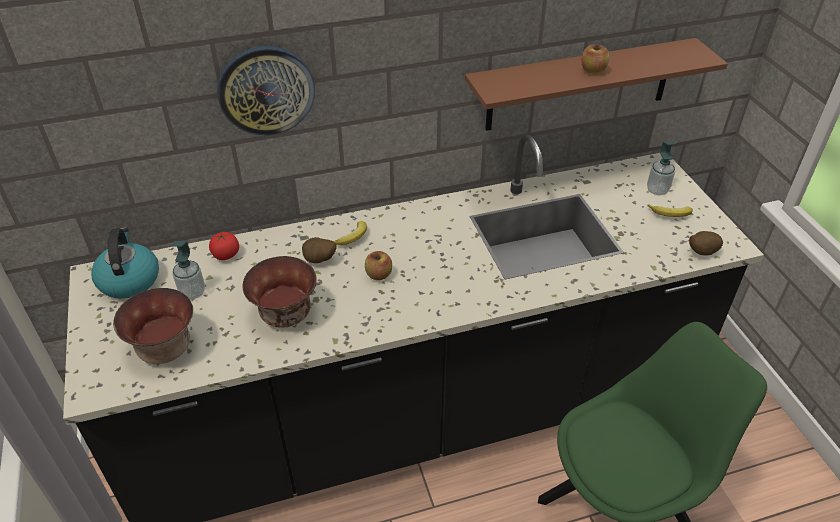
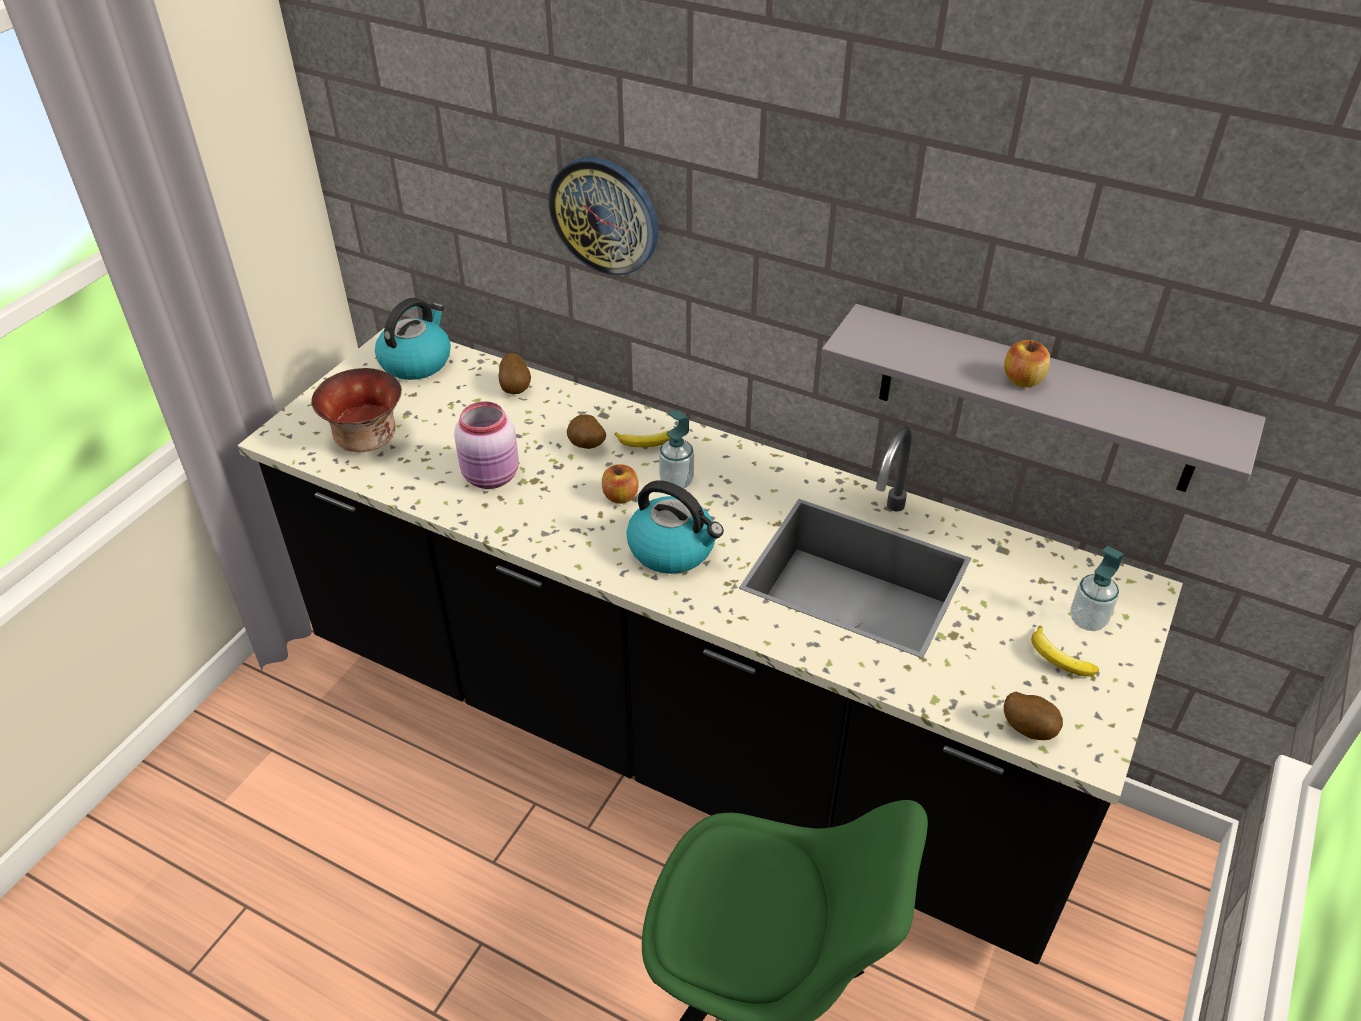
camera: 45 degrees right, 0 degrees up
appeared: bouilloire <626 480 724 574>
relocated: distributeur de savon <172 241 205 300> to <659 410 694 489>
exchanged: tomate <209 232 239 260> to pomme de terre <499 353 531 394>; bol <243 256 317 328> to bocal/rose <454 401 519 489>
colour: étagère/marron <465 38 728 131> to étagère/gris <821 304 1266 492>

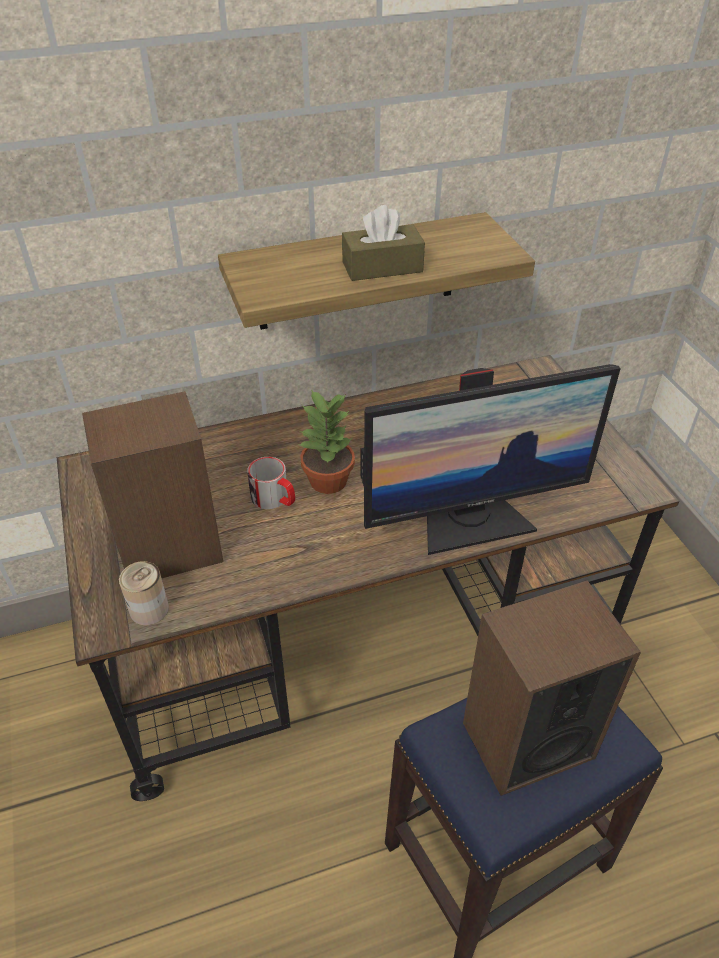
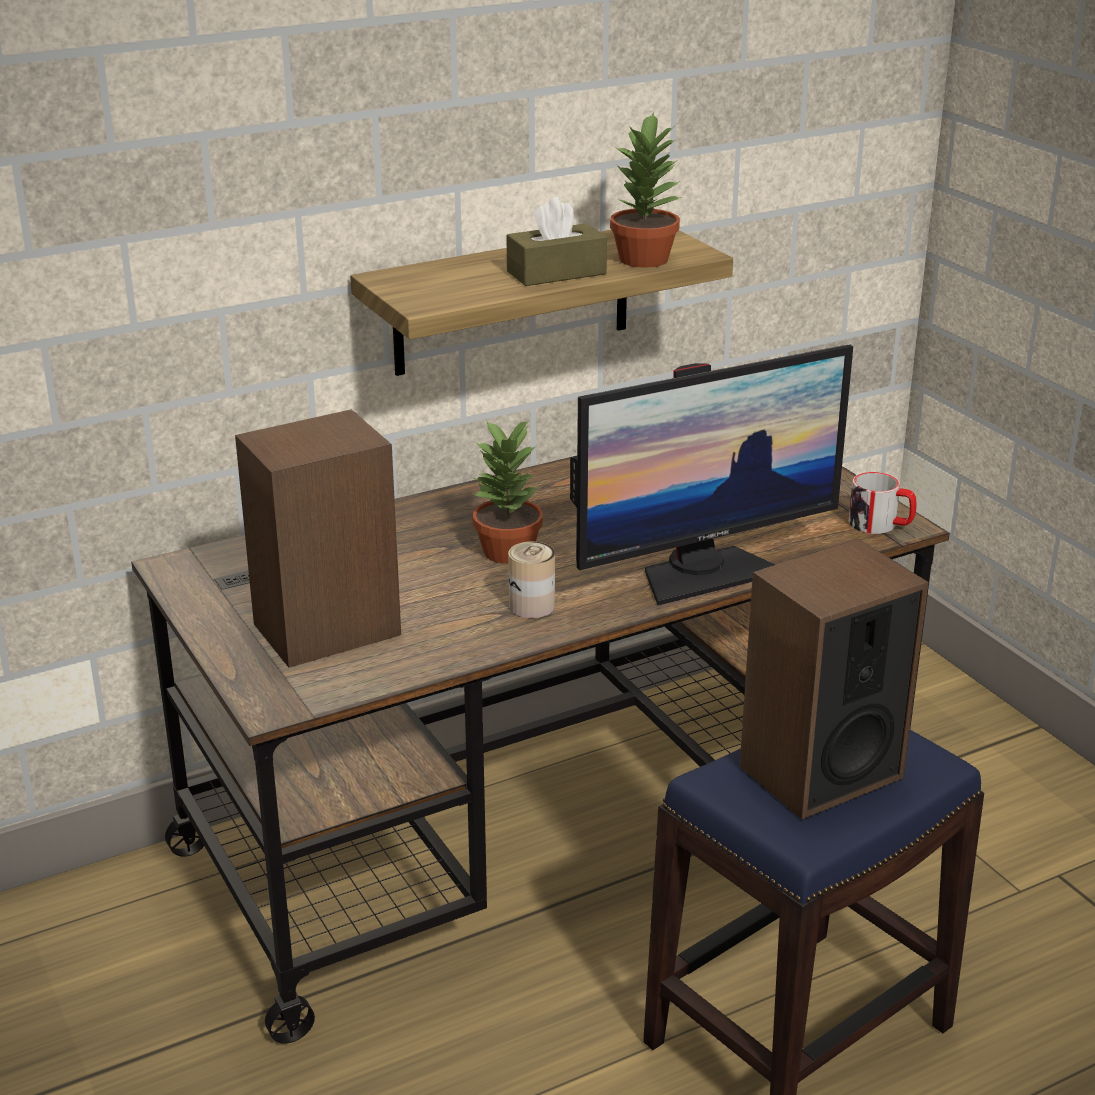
camera: 10 degrees left, 15 degrees down
appeared: plante en pot <610 111 682 268>
relocated: mug <247 457 295 509> to <849 472 916 534>; boîte métallique <119 561 169 625> to <508 542 555 618>

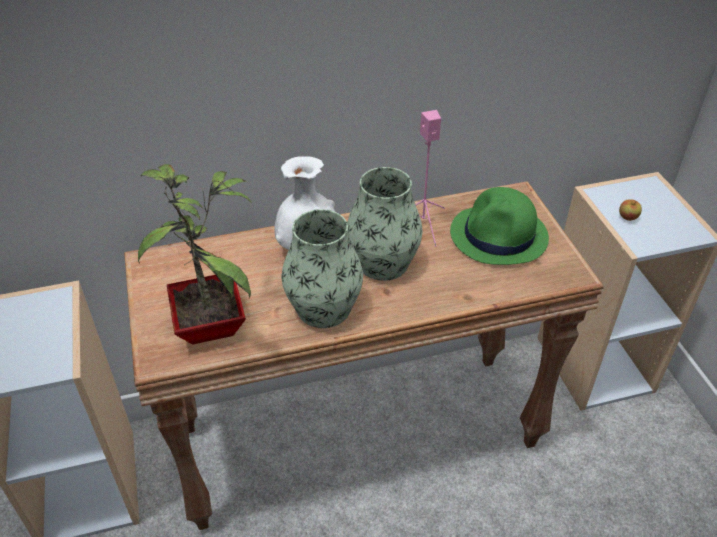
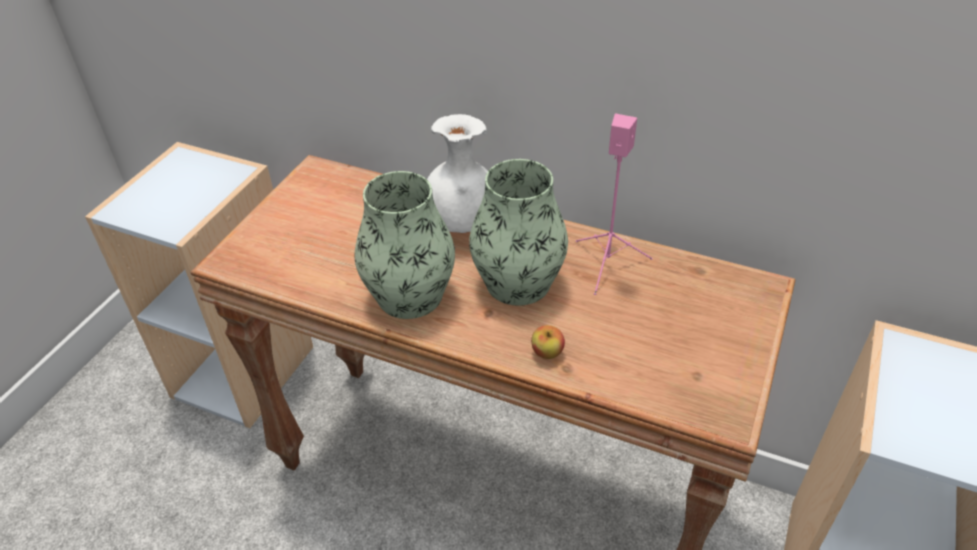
camera: 40 degrees right, 0 degrees up
missing: plante en pot <138 164 252 345>; chapeau/vert <450 187 549 265>
relocated: pomme <619 199 642 221> to <531 325 565 359>

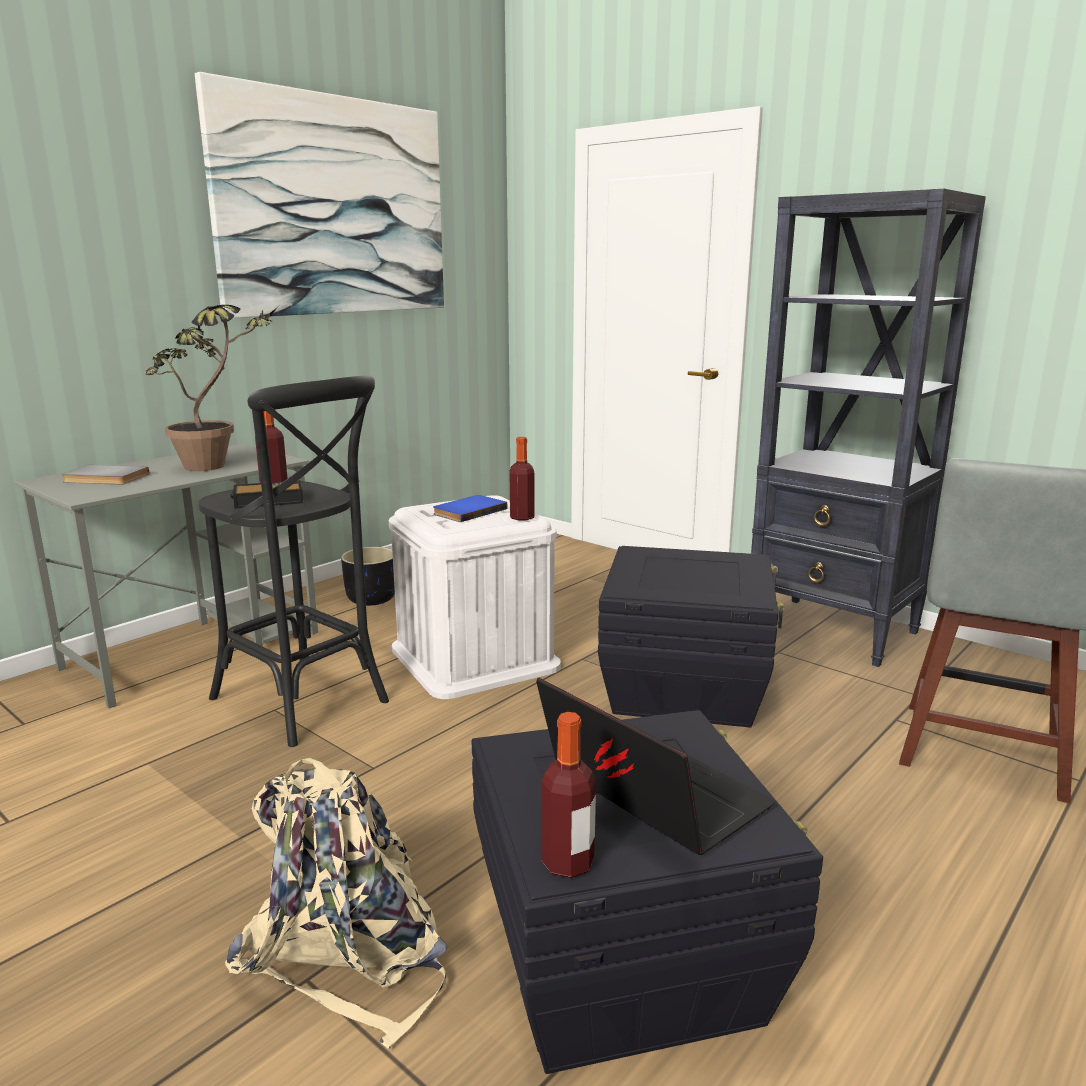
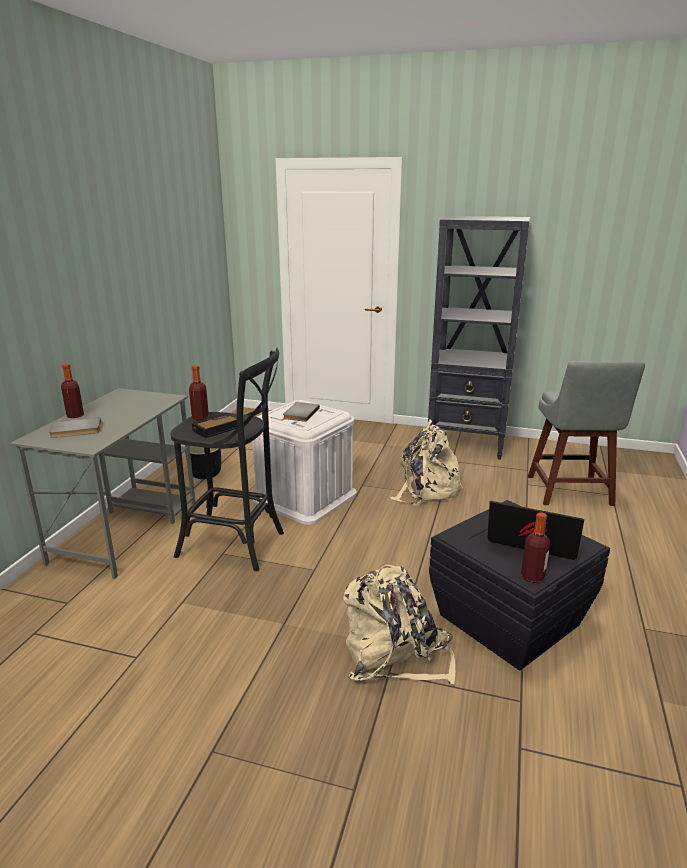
camera: 25 degrees left, 5 degrees up
missing: tableau <195 72 444 318>; plante en pot <146 305 279 471>
relocated: bouteille <509 437 535 521> to <61 364 84 418>
exchanged: boîte de rangement/noir <598 546 785 728> to sac à dos/beige <390 420 463 506>
colour: livre/bleu <433 495 508 522> to livre/gris <283 402 320 422>

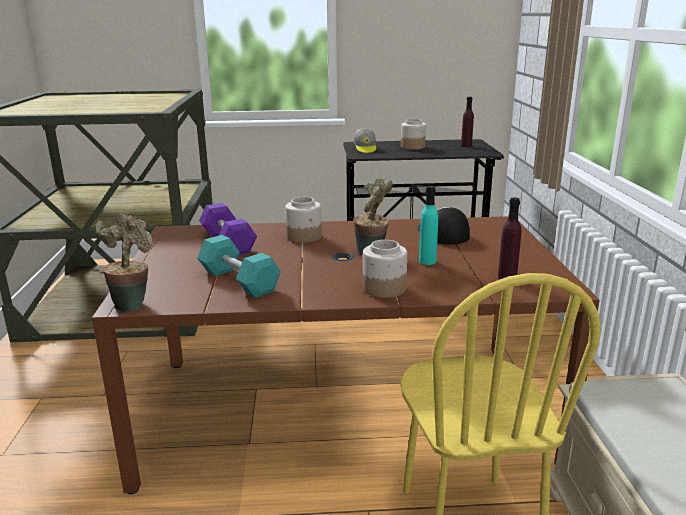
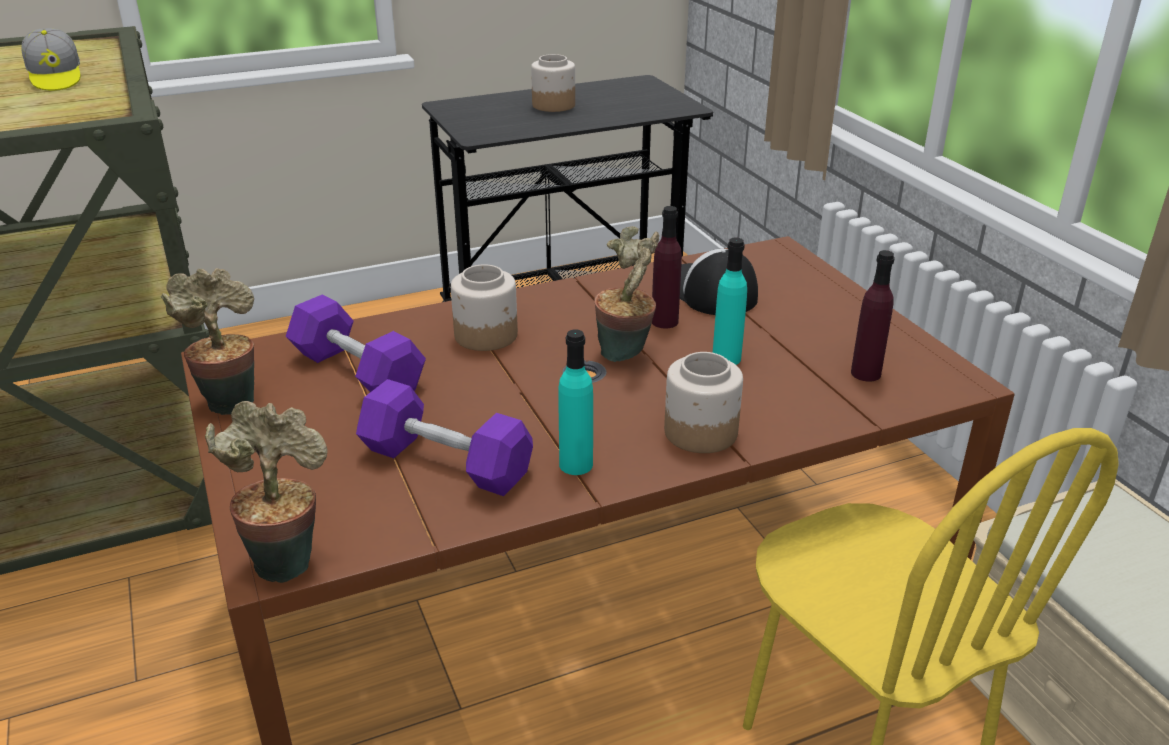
camera: 20 degrees left, 10 degrees up
appeared: plante en pot <161 268 254 415>; bouteille/turquoise <558 329 593 475>
relocated: bouteille/violet <461 97 474 147> to <652 206 682 329>; casquette <354 128 376 153> to <21 28 81 91>
colour: haltère/turquoise <197 235 281 298> to haltère/violet <356 379 533 496>

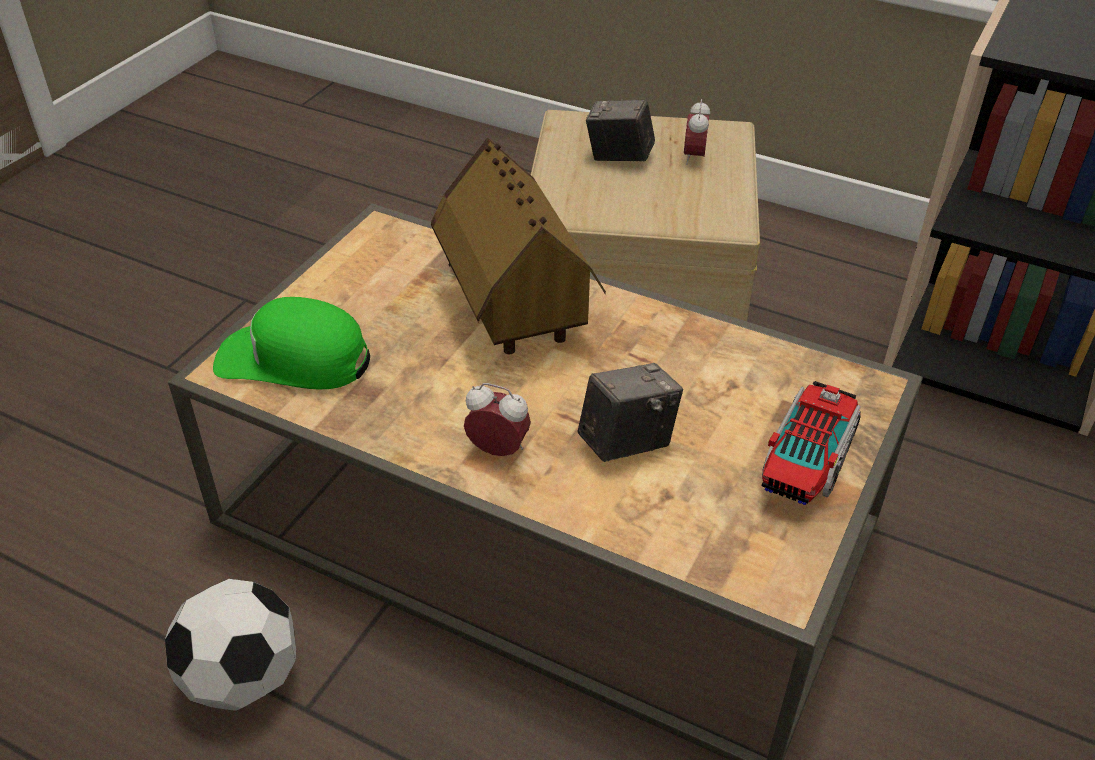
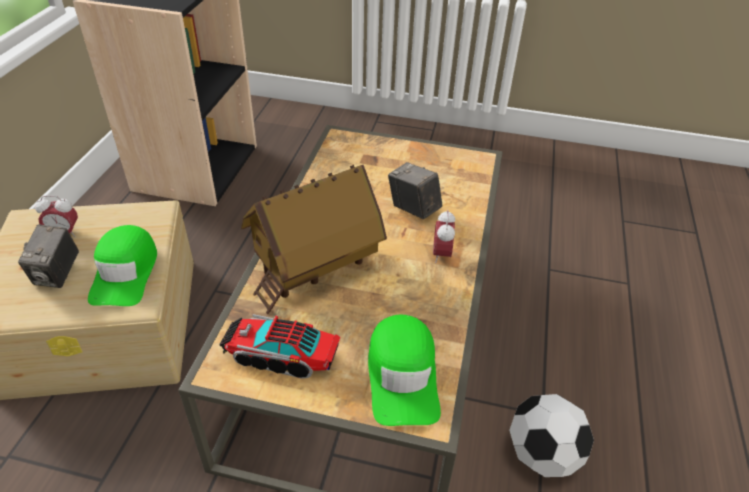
camera: 105 degrees left, 0 degrees up
appeared: casquette/vert <88 225 157 306>
relocated: camion jouet <762 381 861 505> to <219 314 340 378>

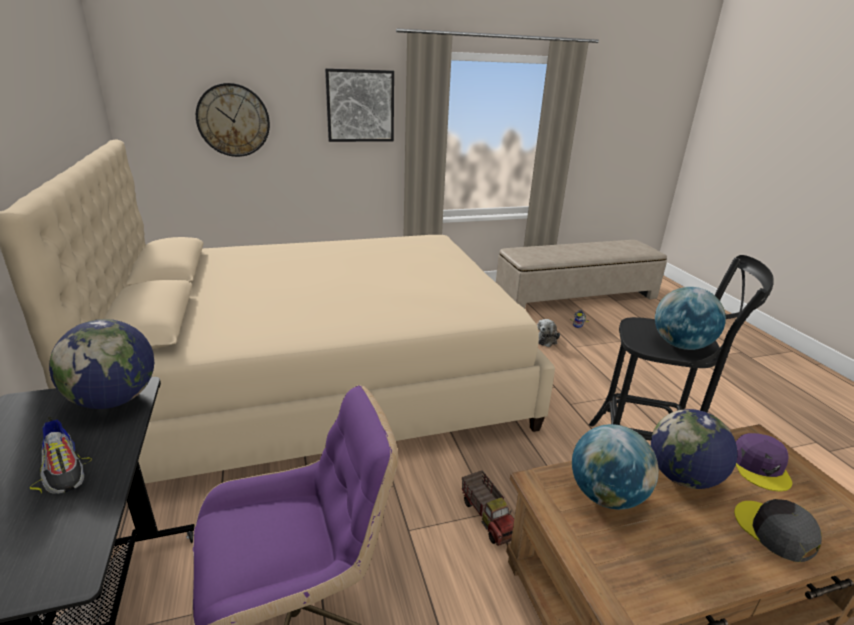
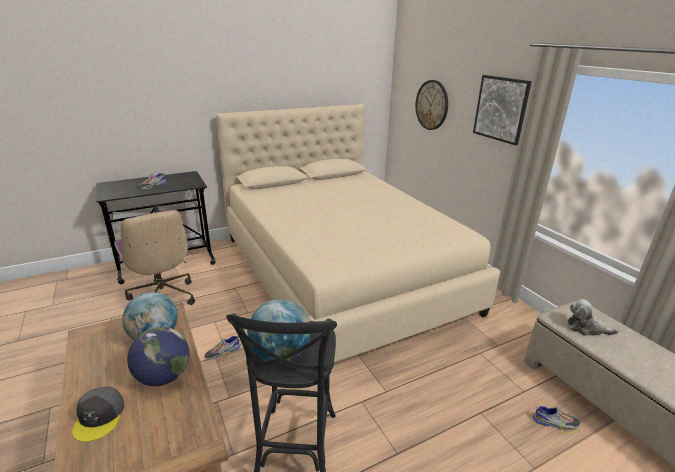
camera: 80 degrees right, 0 degrees up
missing: globe <49 319 154 409>; casquette/violet <735 433 792 491>
relocated: peluche <537 319 560 347> to <568 299 619 336>
exchanged: camion jouet <462 470 514 546> to chaussure <205 336 241 359>
spun: casquette/gris <734 499 822 562> = <72 387 124 442> 120 degrees clockwise

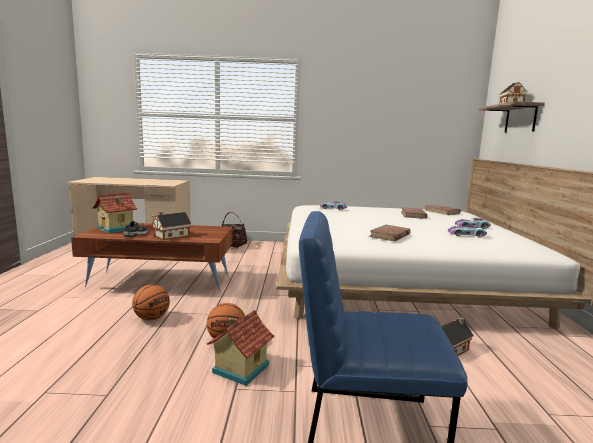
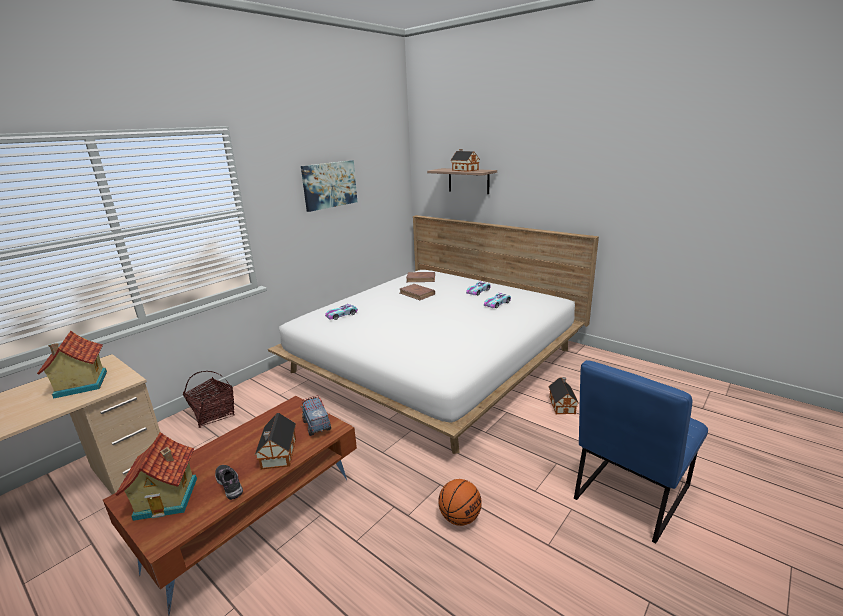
camera: 50 degrees left, 10 degrees up
missing: livre/marron <369 225 411 241>; ballon de basket <132 285 170 320>
appeared: tableau <301 160 357 212>; camion jouet <300 395 331 436>
relocated: maison miniature <207 310 274 386> to <37 331 107 399>

